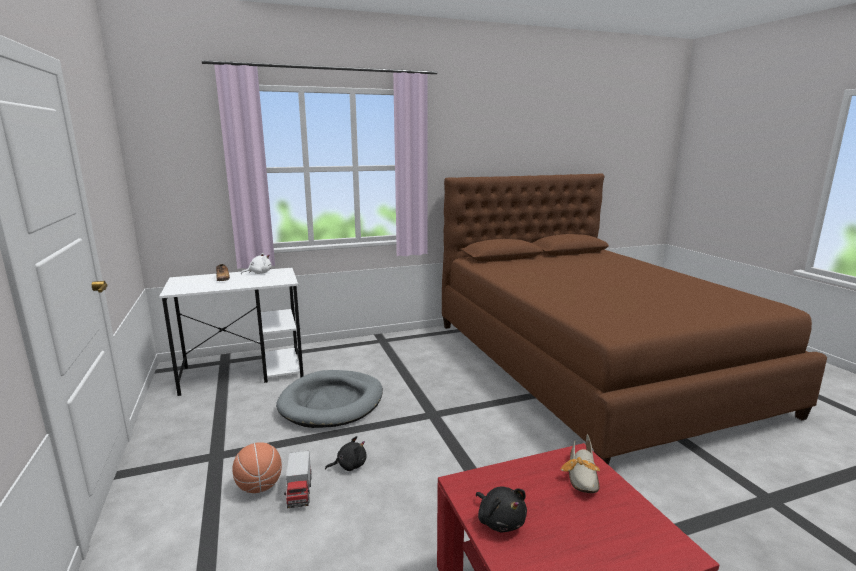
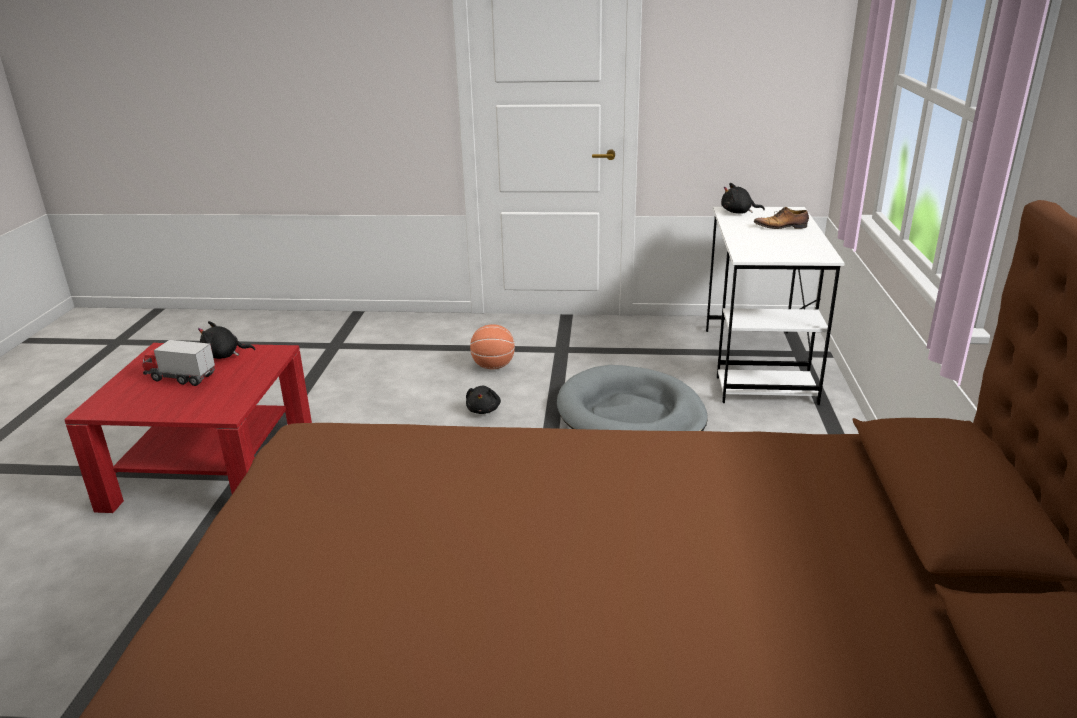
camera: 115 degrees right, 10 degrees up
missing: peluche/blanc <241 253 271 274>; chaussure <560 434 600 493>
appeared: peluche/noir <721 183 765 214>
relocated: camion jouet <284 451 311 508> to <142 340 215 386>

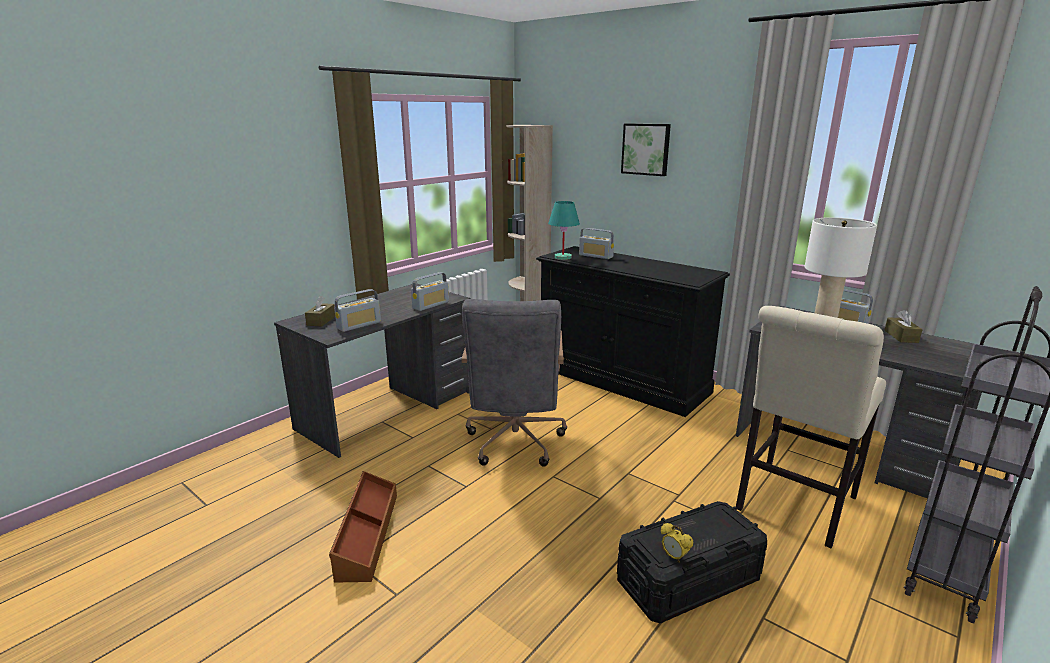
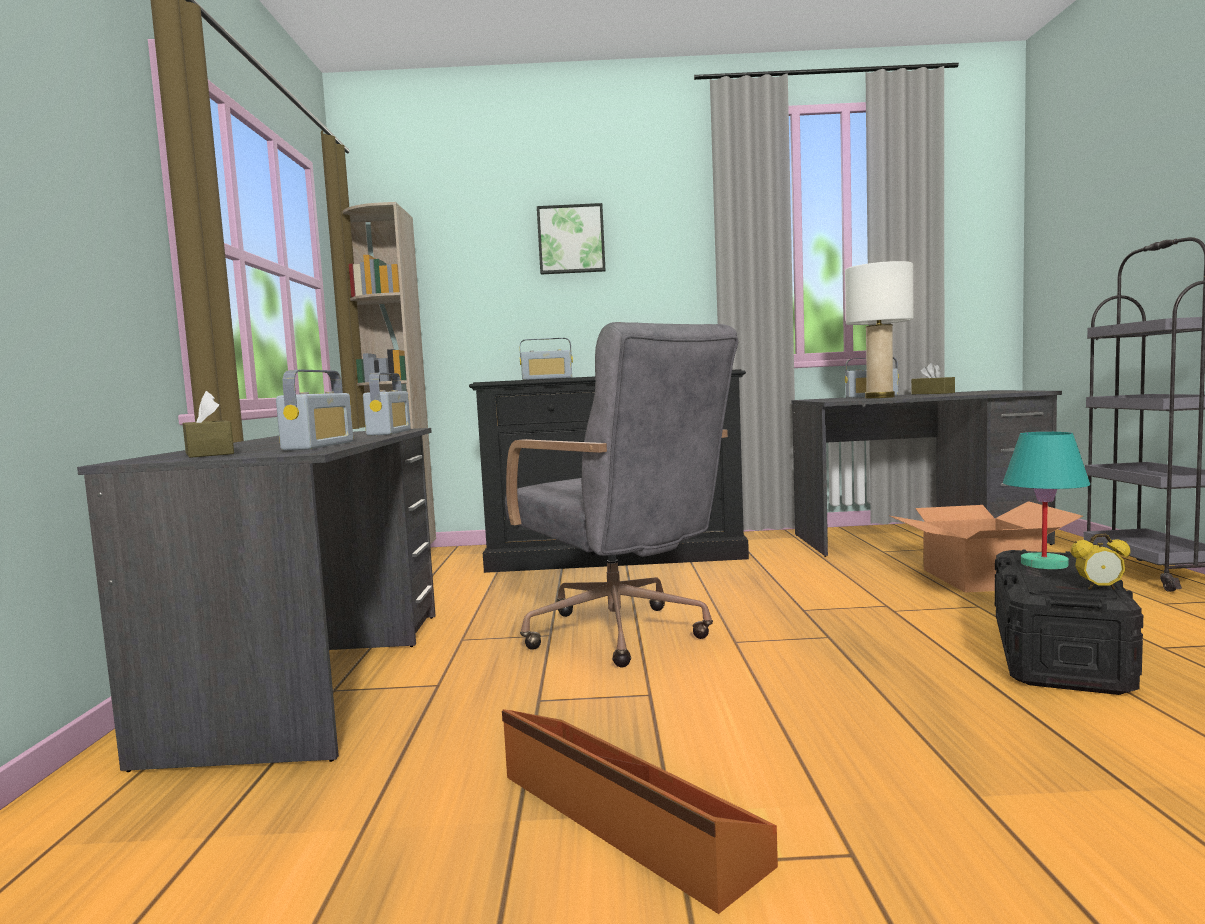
camera: 40 degrees left, 15 degrees down
relocated: lampe de table/turquoise <548 201 580 260> to <1003 432 1090 569>
exchanged: tabouret/beige <736 306 886 548> to carton <890 501 1083 593>

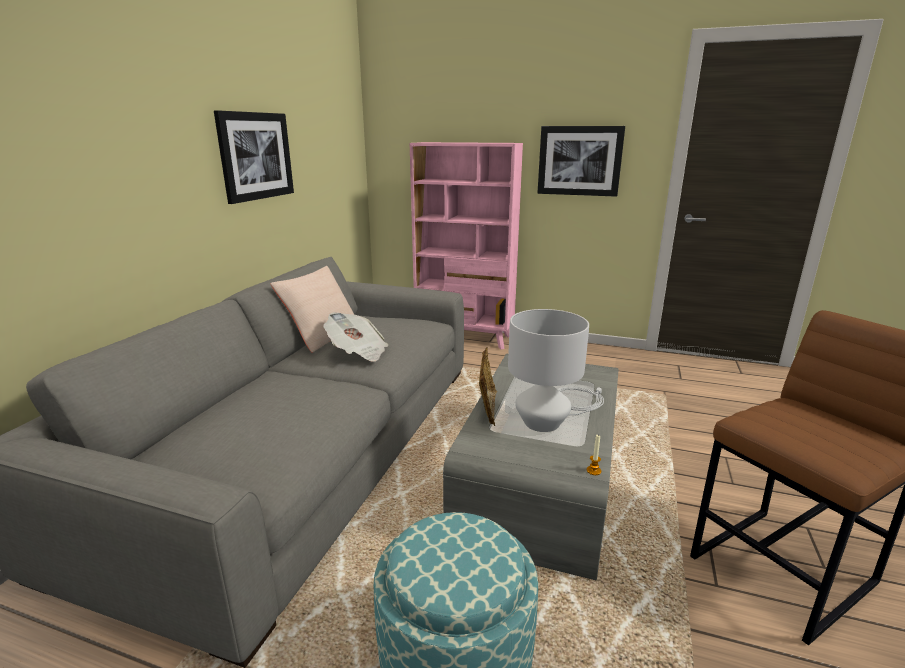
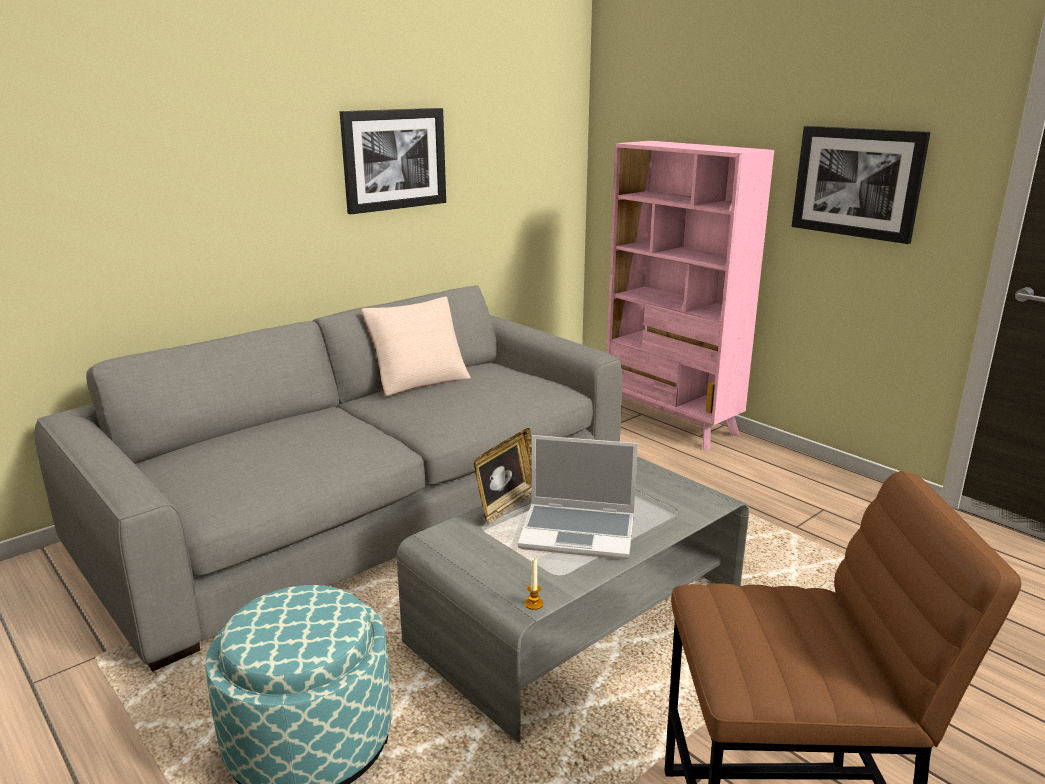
camera: 30 degrees right, 0 degrees up
missing: journal <323 312 389 362>
exchanged: lampe de table/blanc <508 309 604 432> to ordinateur portable <518 435 638 560>

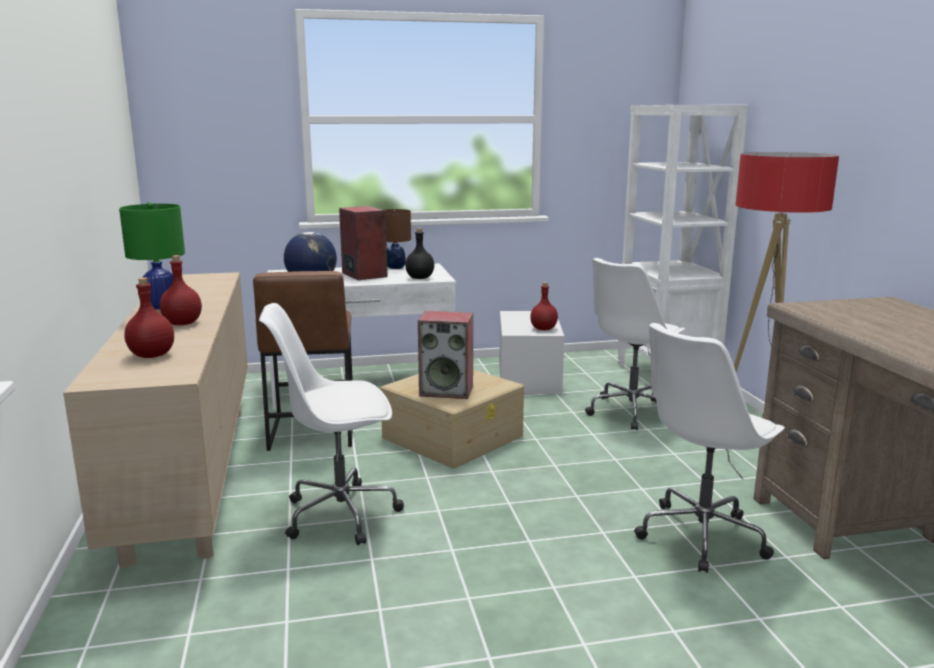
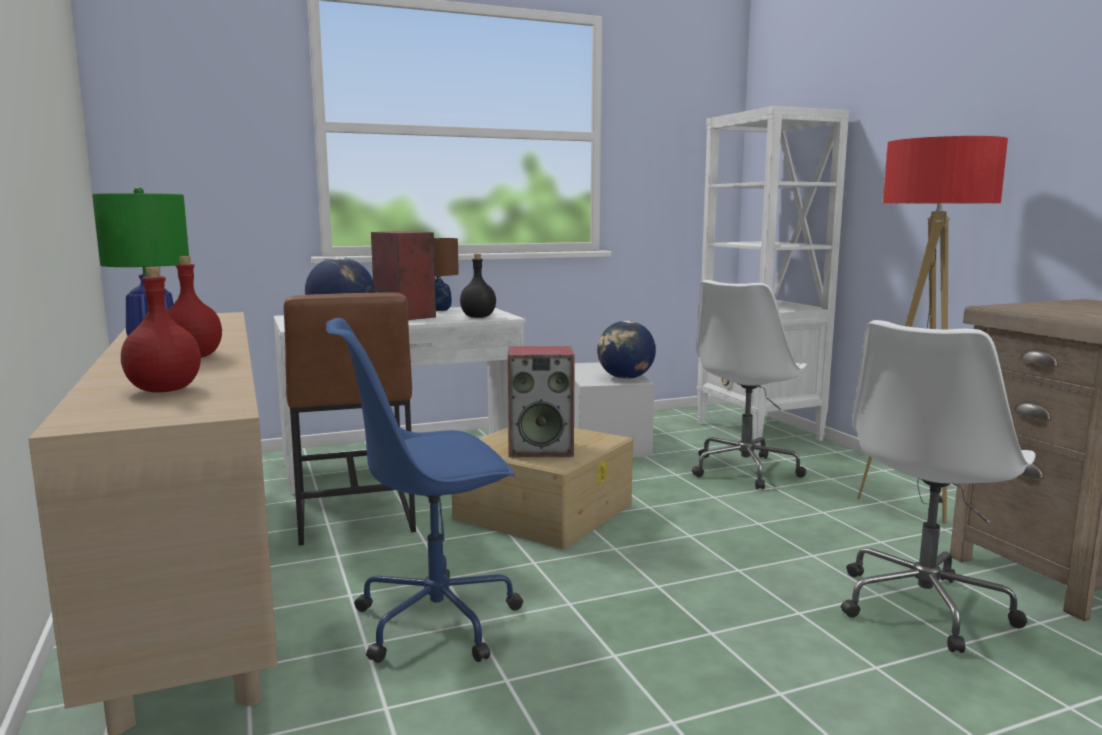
camera: 10 degrees left, 5 degrees down
exchanged: bouteille/rouge <530 282 558 330> to globe <597 321 656 379>
colour: chaise de bureau/blanc <259 303 404 545> to chaise de bureau/bleu <326 318 523 663>

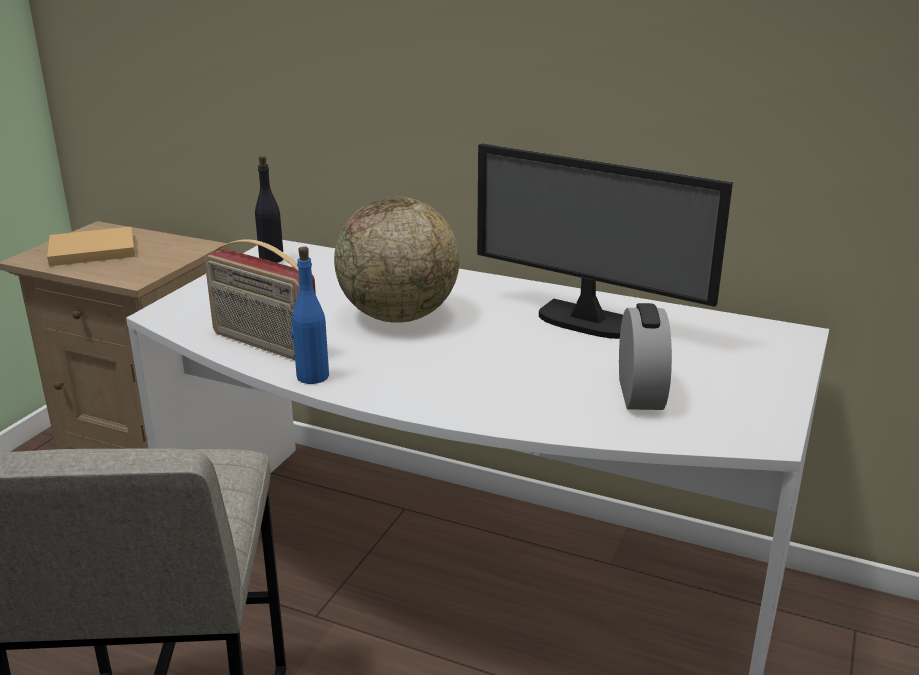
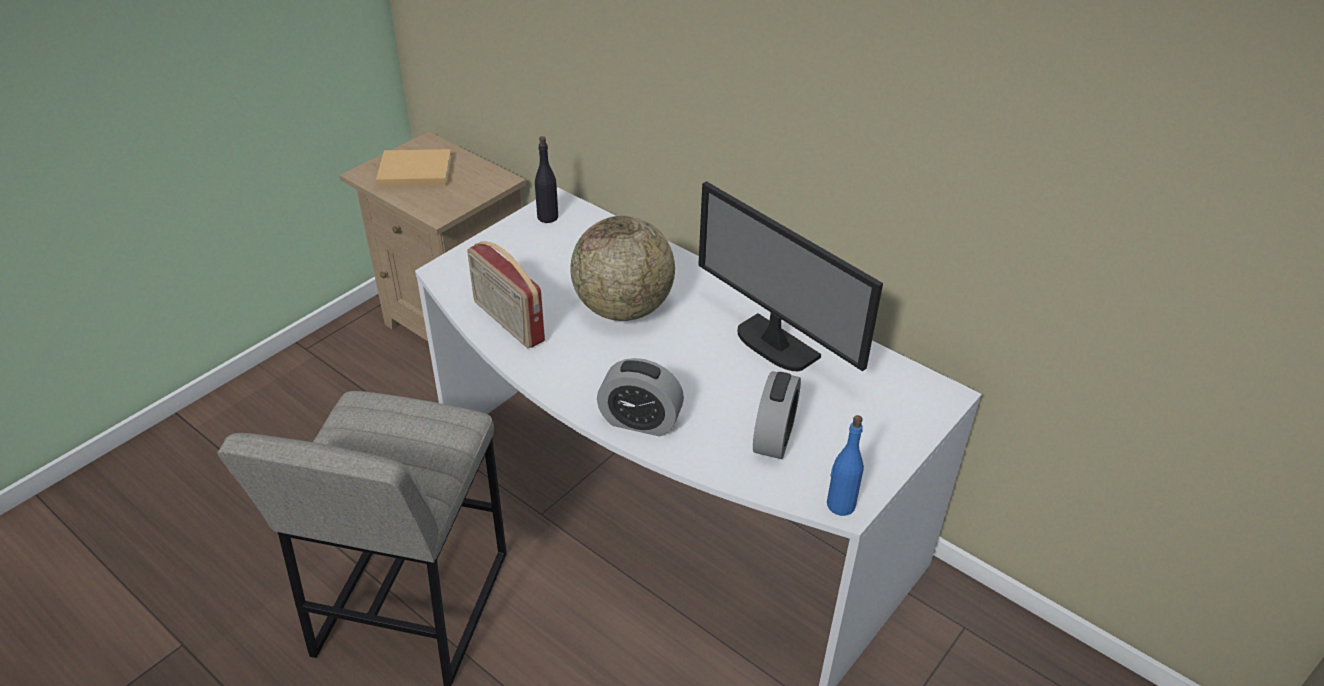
camera: 15 degrees right, 15 degrees up
appeared: réveil <597 358 684 436>
relocated: bouteille/bleu <292 246 329 384> to <827 415 864 516>

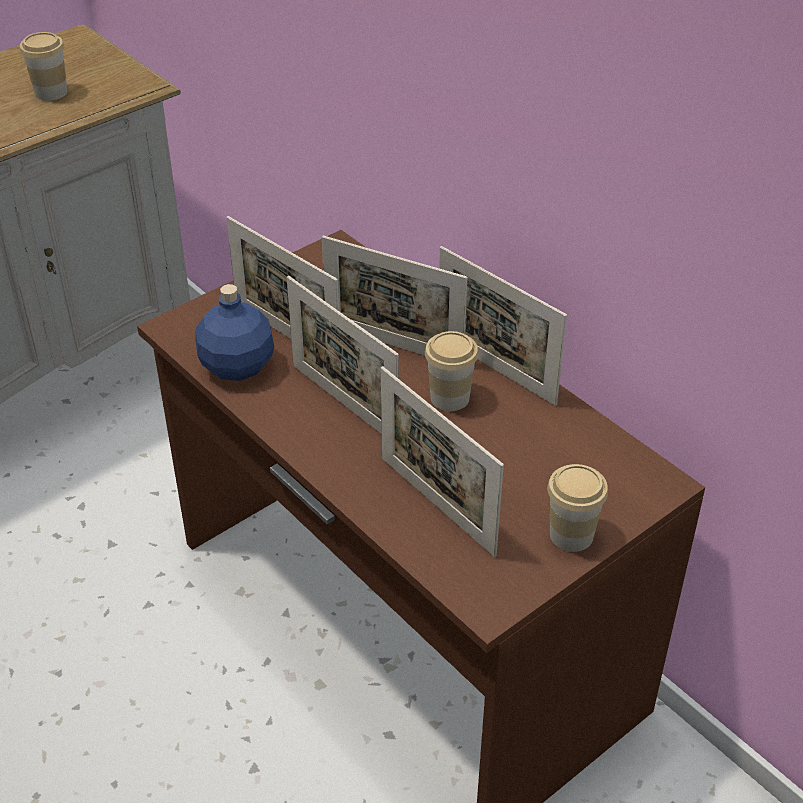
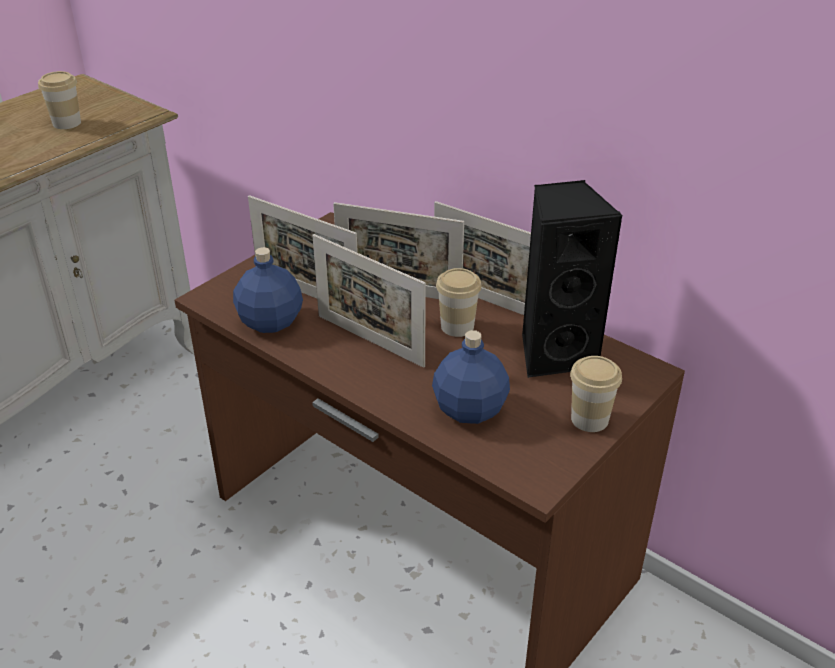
camera: 10 degrees left, 5 degrees down
appeared: enceinte/noir <522 180 623 378>
exchanged: cadre photo <381 366 504 557> to bouteille/bleu <432 330 510 424>

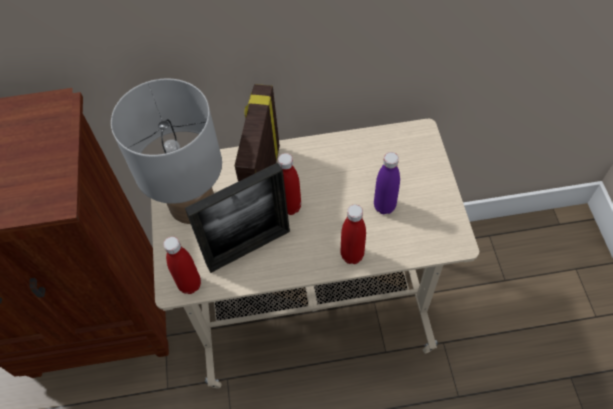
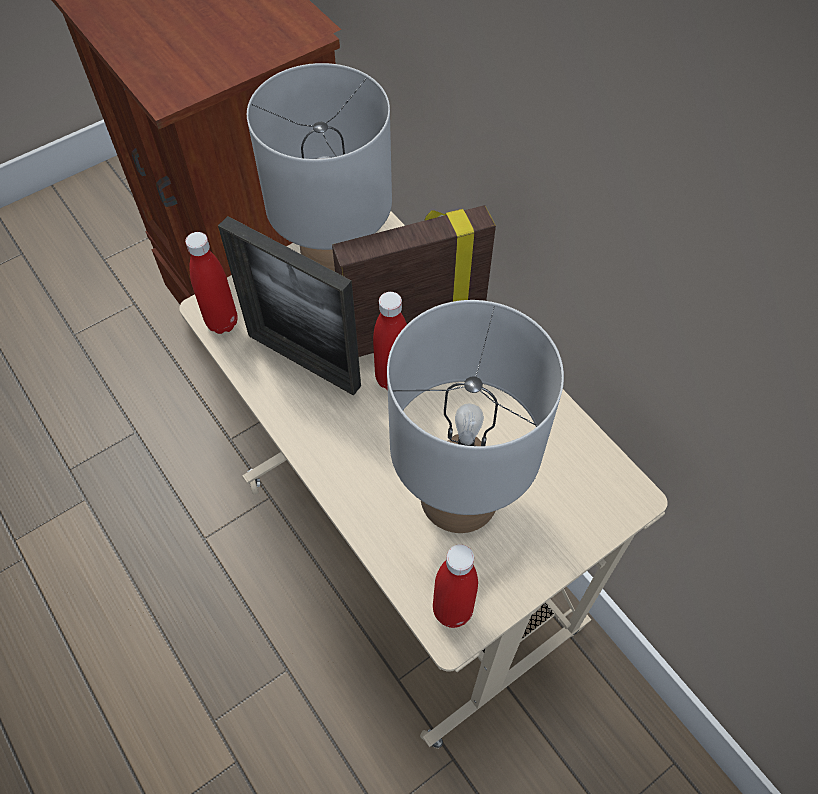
camera: 60 degrees right, 0 degrees up
relocated: bouteille/rouge <341 205 366 264> to <433 544 478 628>
exchanged: bouteille/violet <374 152 400 214> to lampe de table/gris <387 300 564 533>

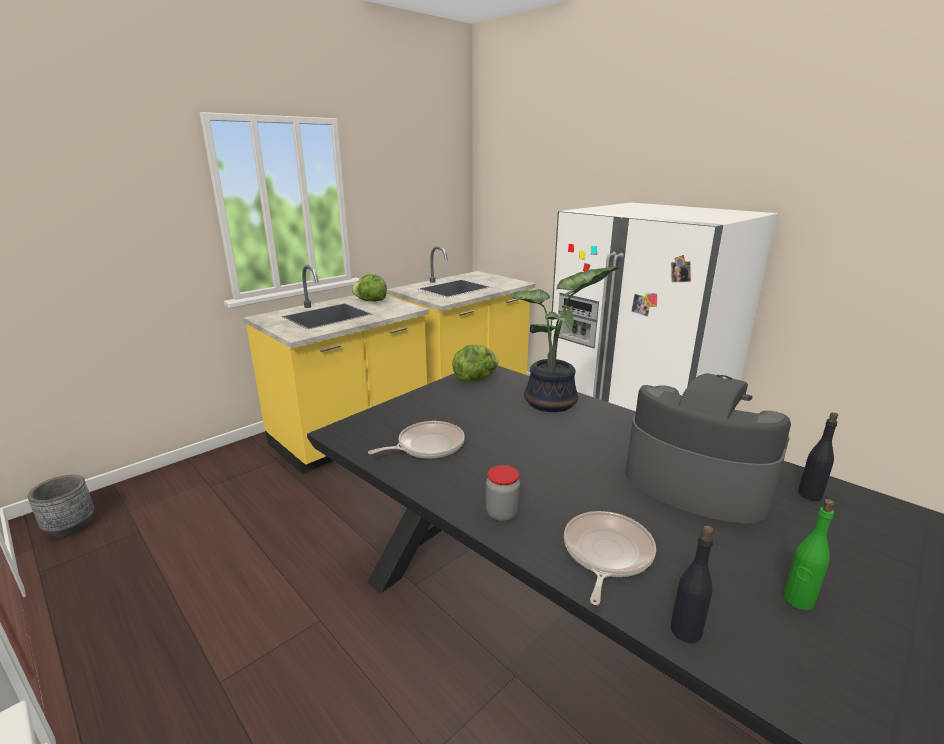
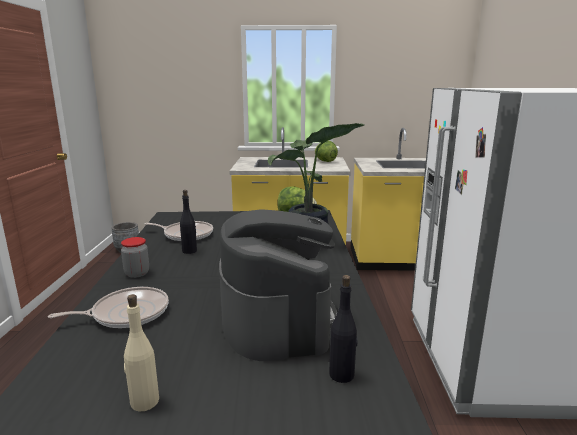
camera: 45 degrees right, 5 degrees down
relocated: bouteille/noir <671 526 713 643> to <180 190 197 254>
colour: bouteille/vert <783 499 835 610> to bouteille/beige <124 294 159 412>

